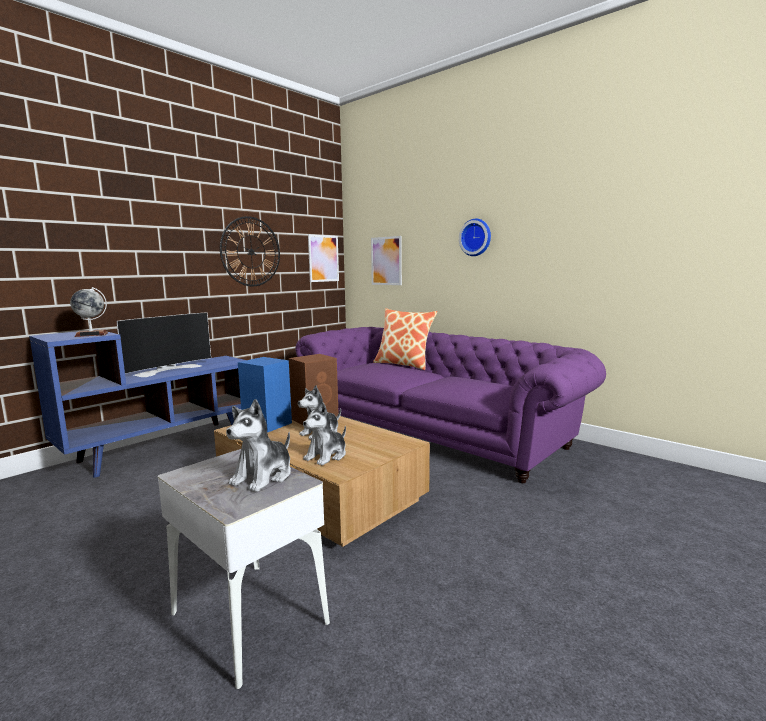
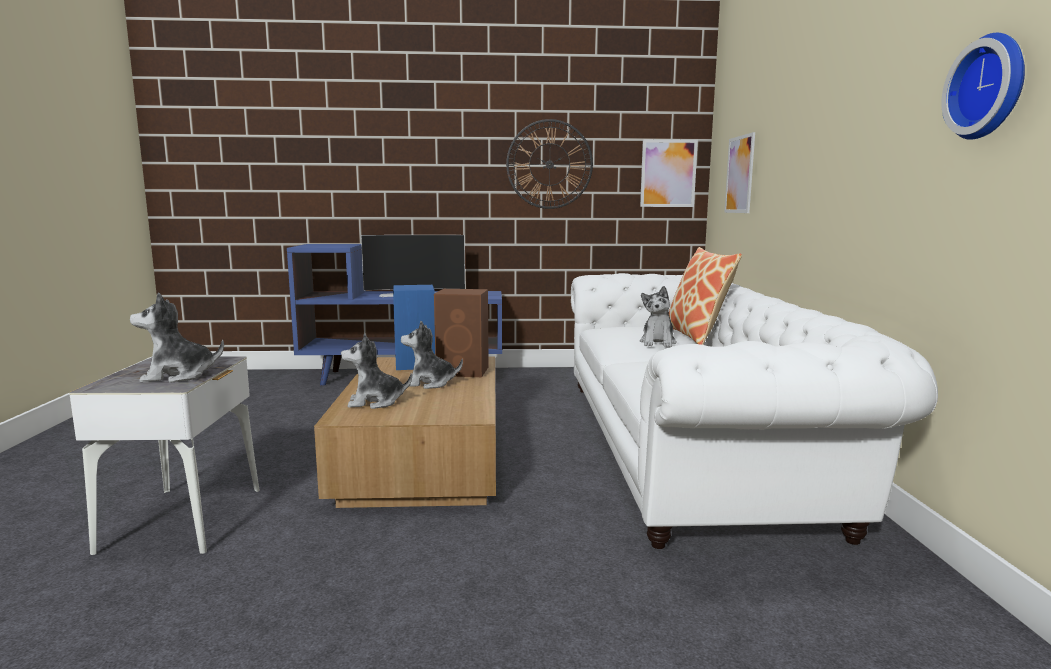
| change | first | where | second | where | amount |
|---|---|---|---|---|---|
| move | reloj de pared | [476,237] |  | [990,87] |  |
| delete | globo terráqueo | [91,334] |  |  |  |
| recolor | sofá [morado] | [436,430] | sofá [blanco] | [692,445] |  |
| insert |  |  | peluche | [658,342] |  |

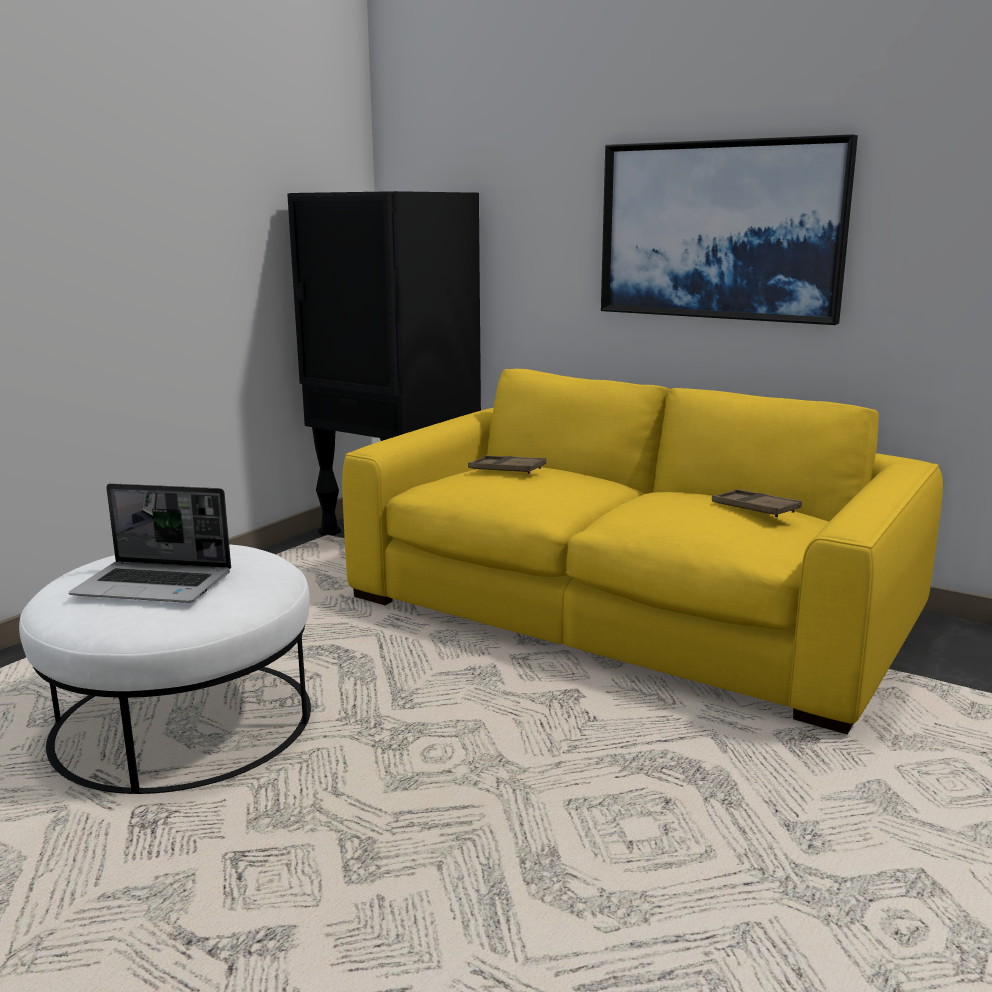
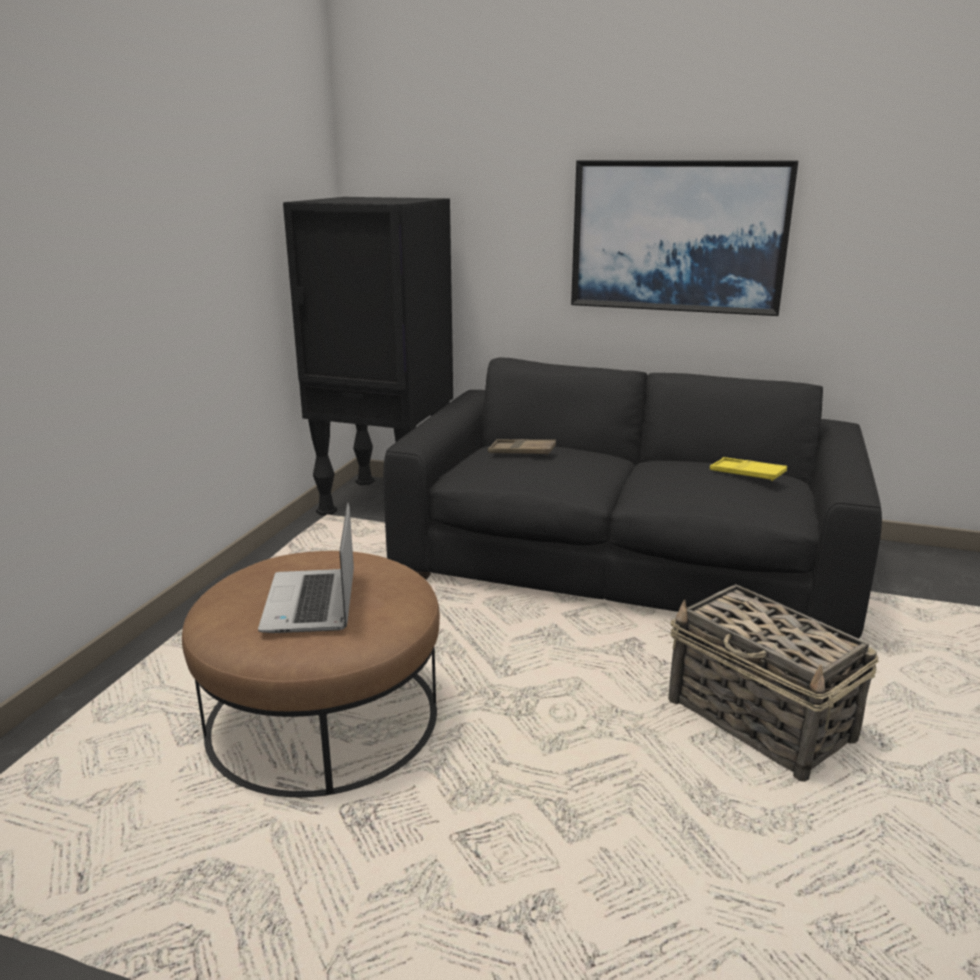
| change | first | where | second | where | amount |
|---|---|---|---|---|---|
| recolor | sofá [amarillo] | [629,606] | sofá [negro] | [626,556] |  |
| rotate | portátil | [156,585] |  | [312,604] | 90 degrees clockwise |
| recolor | bandeja [marrón] | [755,509] | bandeja [amarillo] | [747,474] |  |
| recolor | puf [blanco] | [184,721] | puf [marrón] | [323,716] |  |
| insert |  |  | cesta | [761,721] |  |

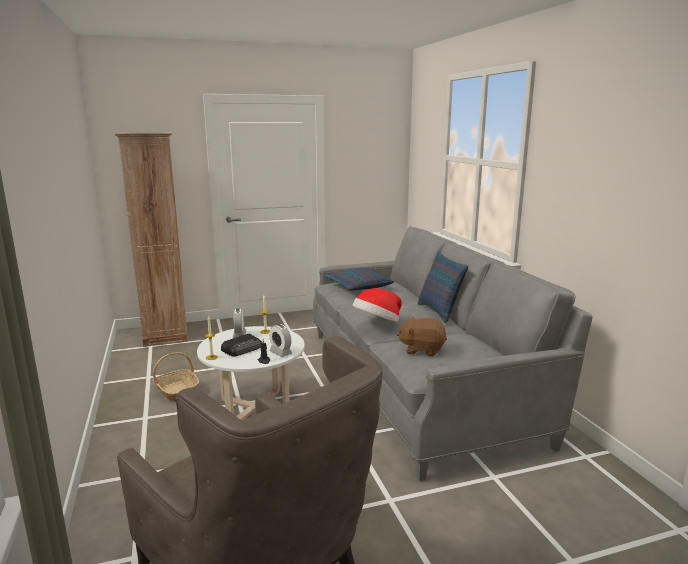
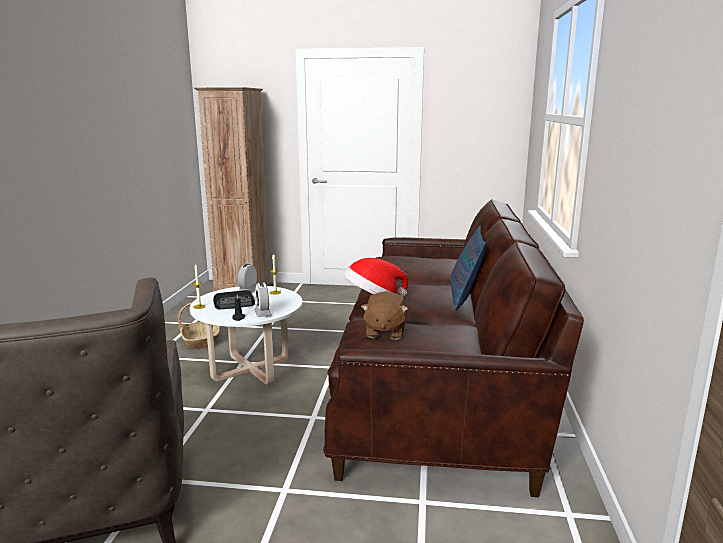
| change | first | where | second | where | amount |
|---|---|---|---|---|---|
| recolor | sofá [gris] | [417,381] | sofá [marrón] | [440,379] |  |
| delete | cojín [azul] | [358,287] |  |  |  |
| rotate | peluche [marrón] | [422,350] |  | [384,332] | 120 degrees counterclockwise |

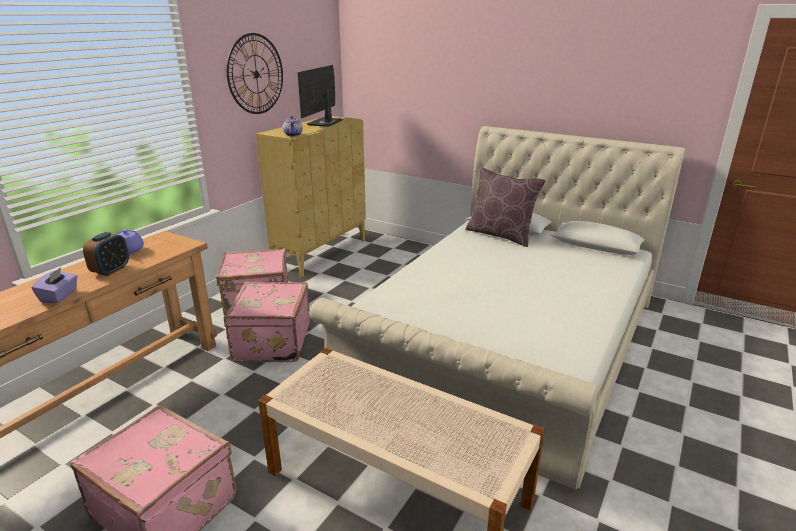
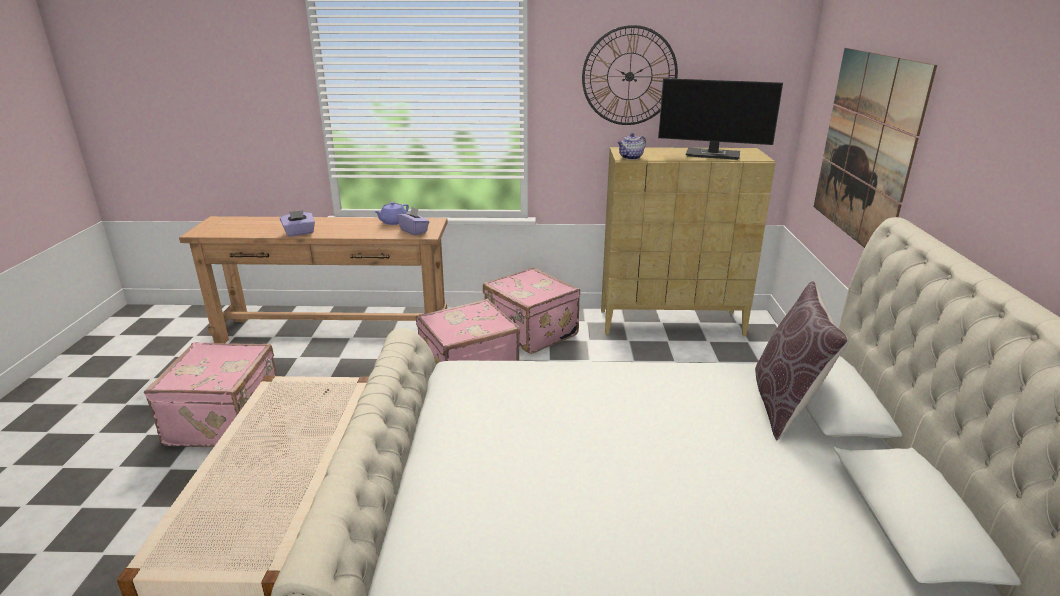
| change | first | where | second | where | amount |
|---|---|---|---|---|---|
| rotate | monitor | [325,123] |  | [714,154] | 150 degrees counterclockwise |
| delete | despertador | [111,270] |  |  |  |
| insert |  |  | cuadro | [866,148] |  |
| insert |  |  | caja de pañuelos [morado] | [414,231] |  |

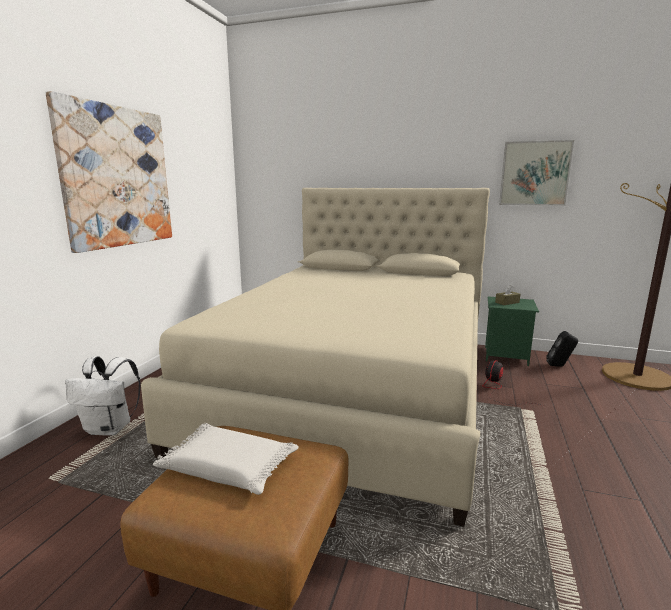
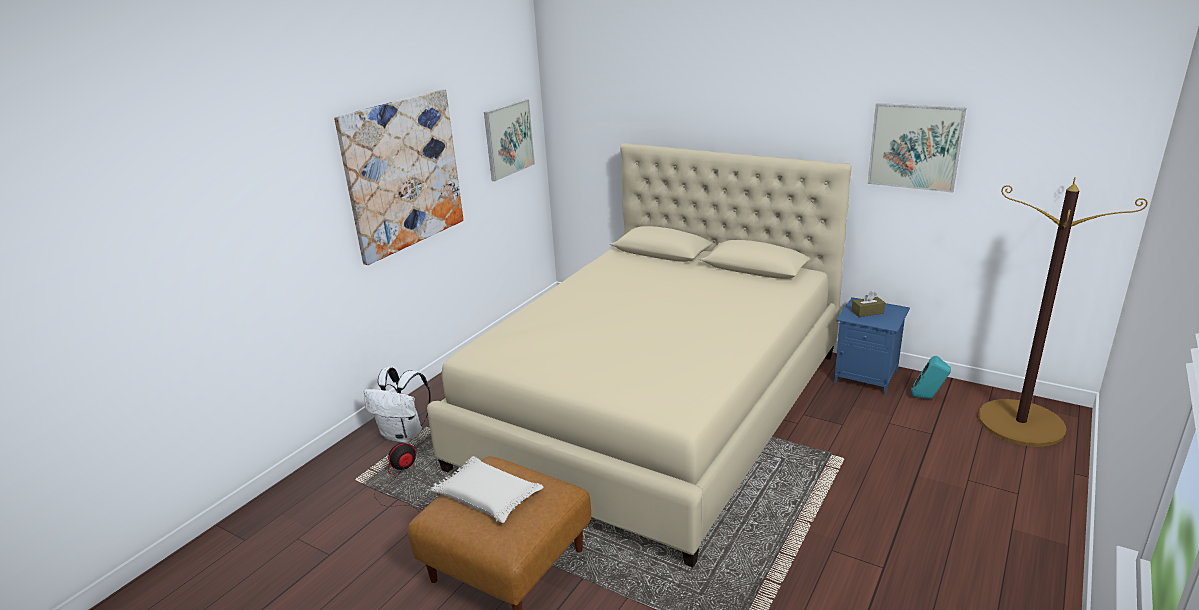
| change | first | where | second | where | amount |
|---|---|---|---|---|---|
| recolor | mesita de noche [verde] | [507,356] | mesita de noche [azul] | [867,376] |  |
| recolor | altavoz [negro] | [559,366] | altavoz [turquesa] | [927,398] |  |
| move | ventilador | [498,391] |  | [400,481] |  |
| insert |  |  | cuadro | [509,139] |  |

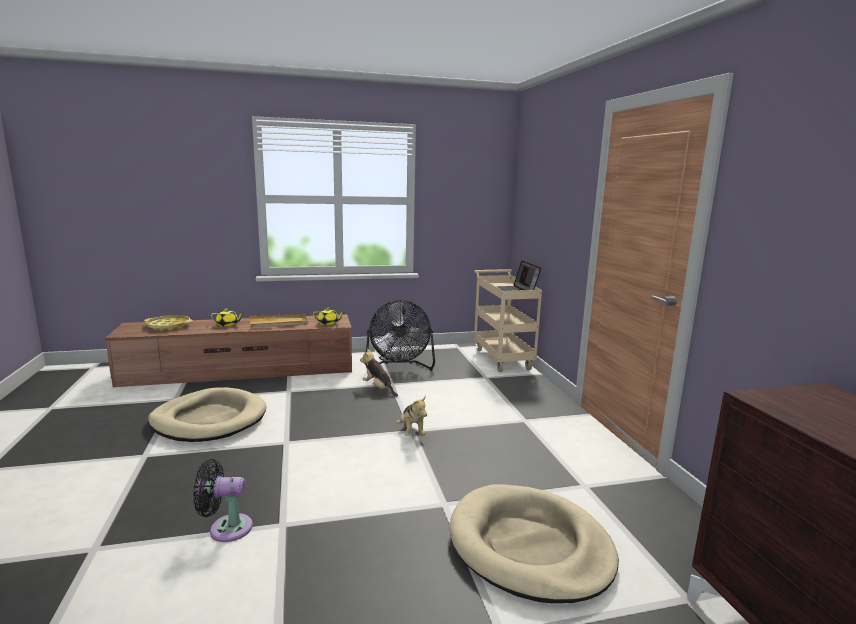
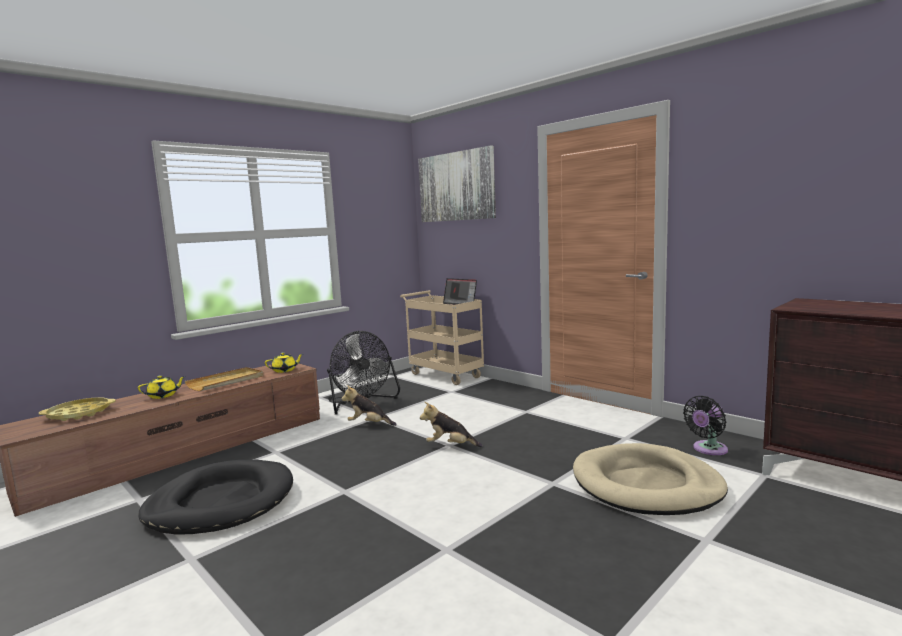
| change | first | where | second | where | amount |
|---|---|---|---|---|---|
| recolor | cama para perro [beis] | [209,419] | cama para perro [negro] | [221,502] |  |
| rotate | peluche | [411,431] |  | [450,446] | 150 degrees clockwise |
| move | ventilador [negro] | [226,528] |  | [708,449] |  |
| insert |  |  | cuadro | [456,186] |  |

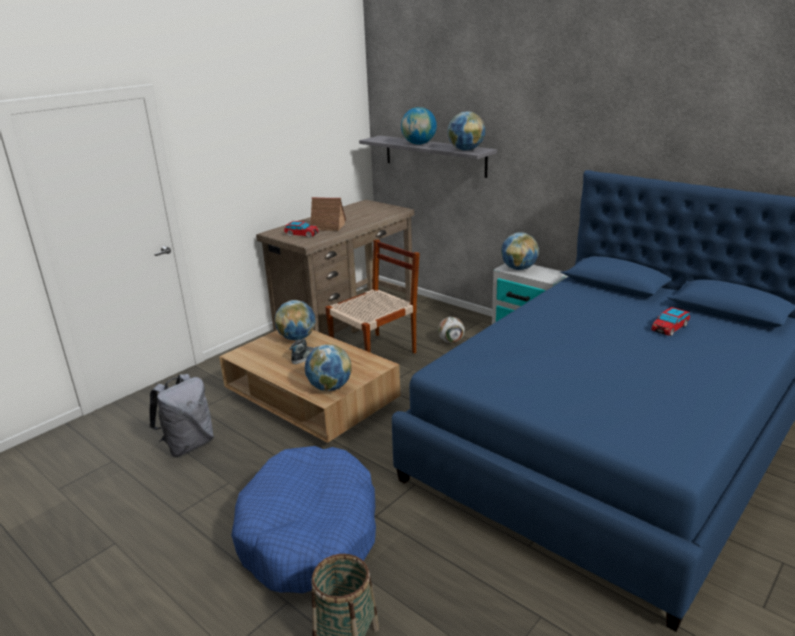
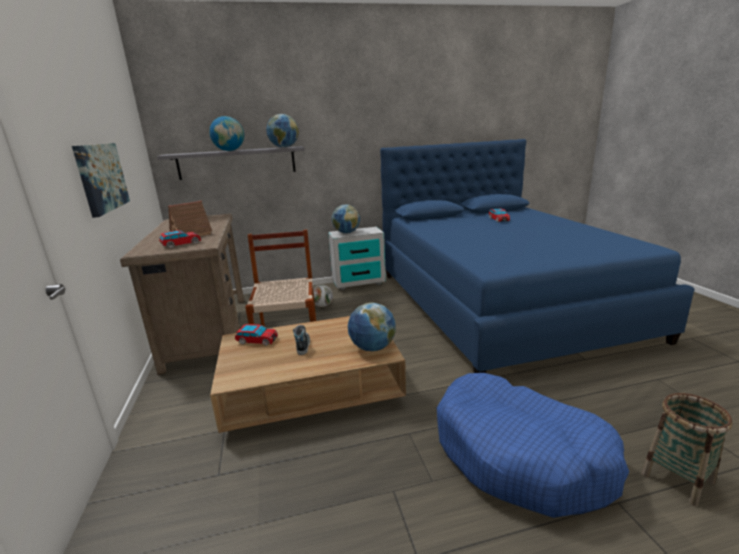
| change | first | where | second | where | amount |
|---|---|---|---|---|---|
| replace | globo terráqueo | [297,338] | coche de juguete | [257,340] |  |
| delete | mochila [gris] | [188,445] |  |  |  |
| insert |  |  | cuadro | [101,177] |  |

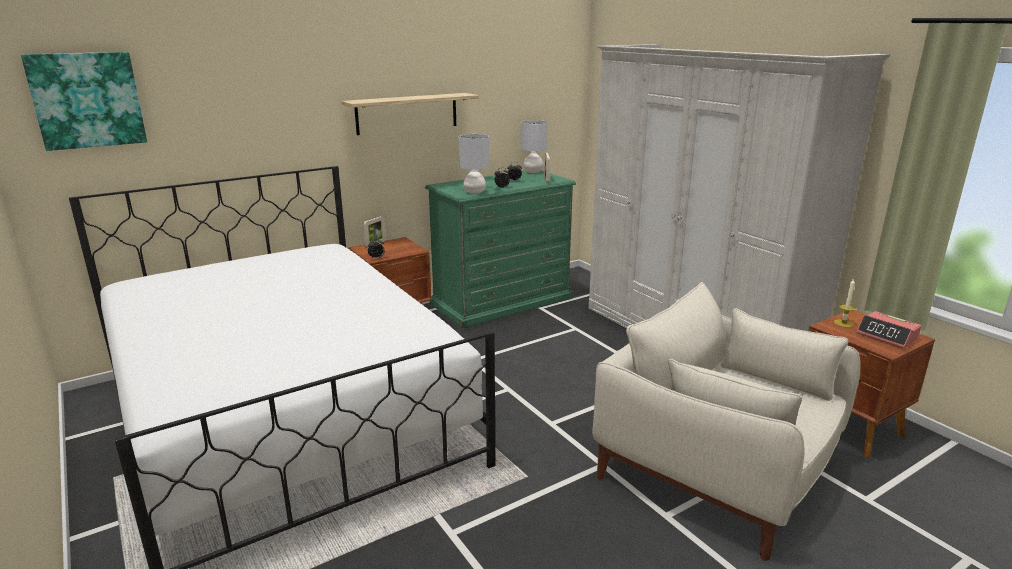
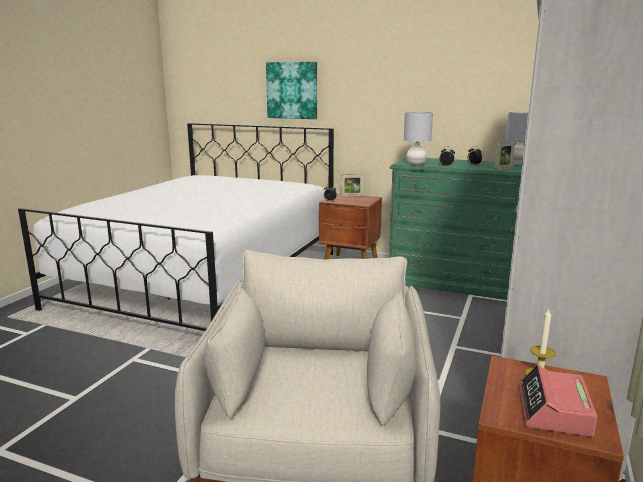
| change | first | where | second | where | amount |
|---|---|---|---|---|---|
| move | cuadro | [87,100] |  | [292,90] |  |
| delete | estante | [407,113] |  |  |  |

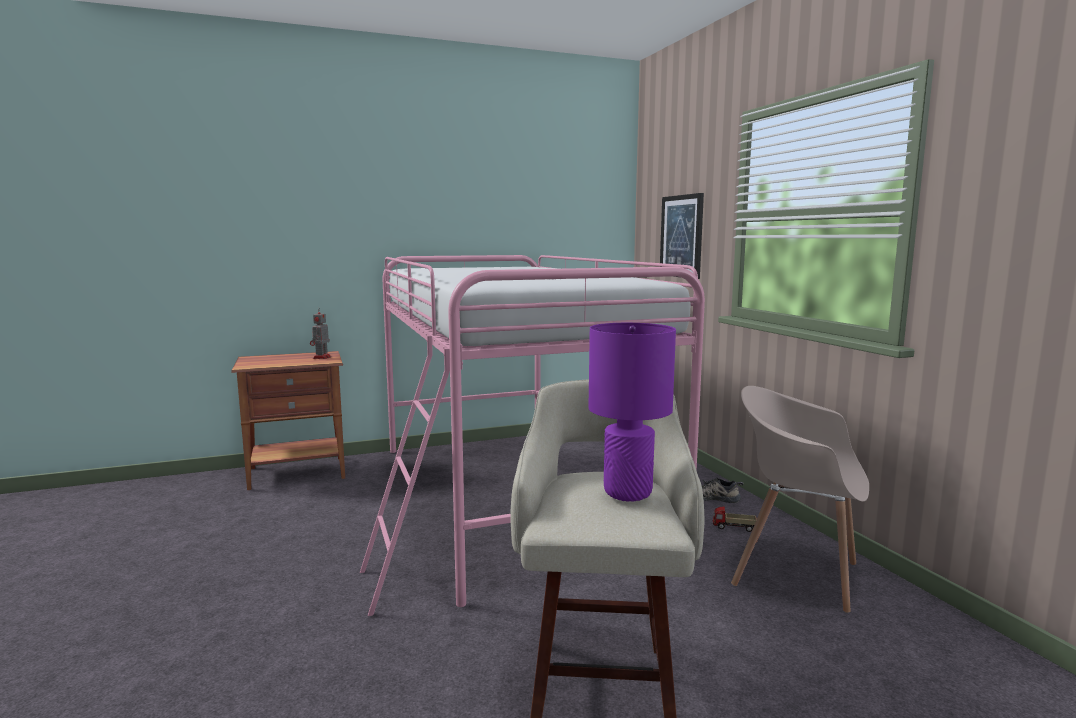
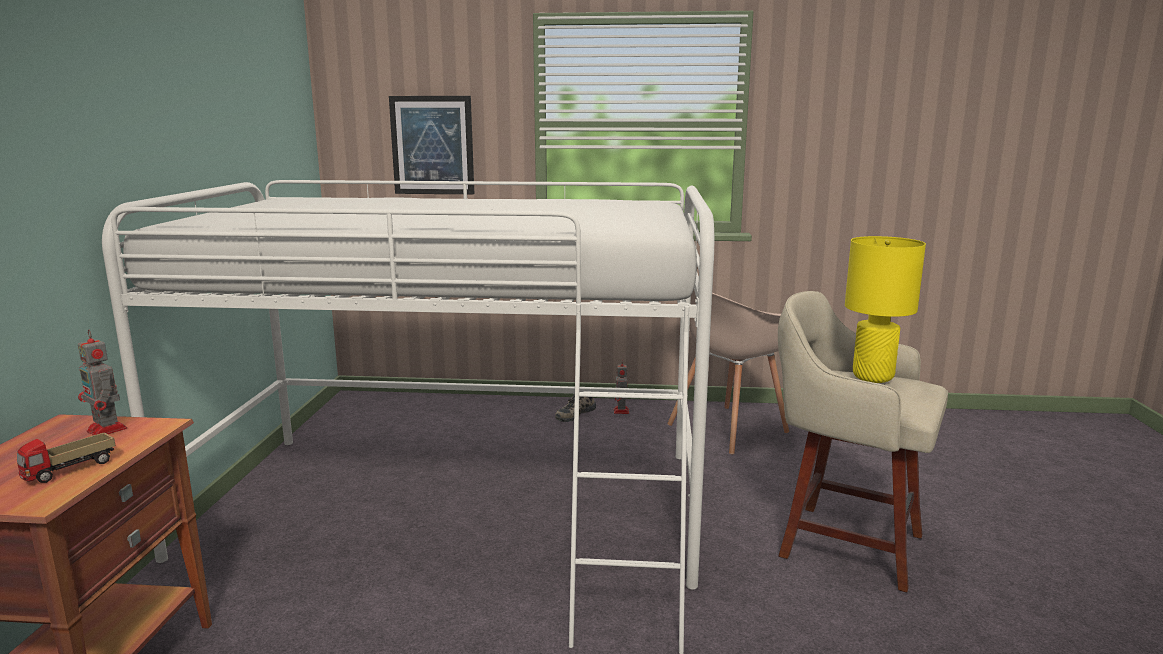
| change | first | where | second | where | amount |
|---|---|---|---|---|---|
| recolor | cama [rosa] | [508,497] | cama [blanco] | [459,505] |  |
| recolor | lámpara de mesa [morado] | [627,496] | lámpara de mesa [amarillo] | [873,379] |  |
| move | camión de juguete | [733,528] |  | [70,470] |  |
| insert |  |  | robot de juguete | [621,411] |  |

